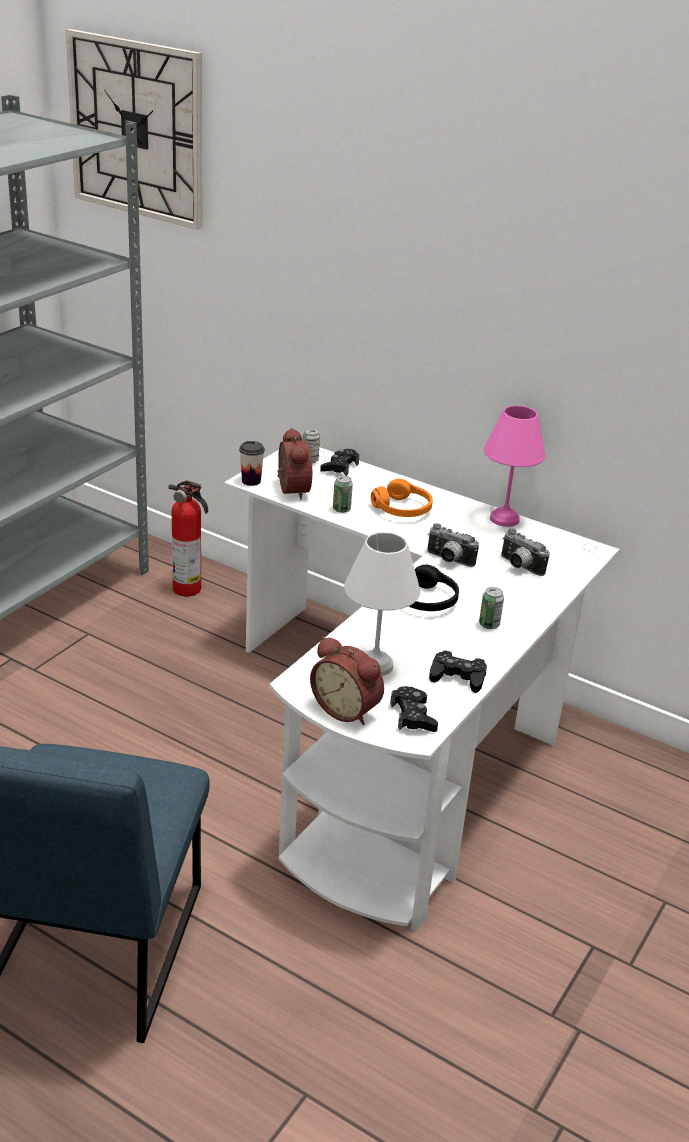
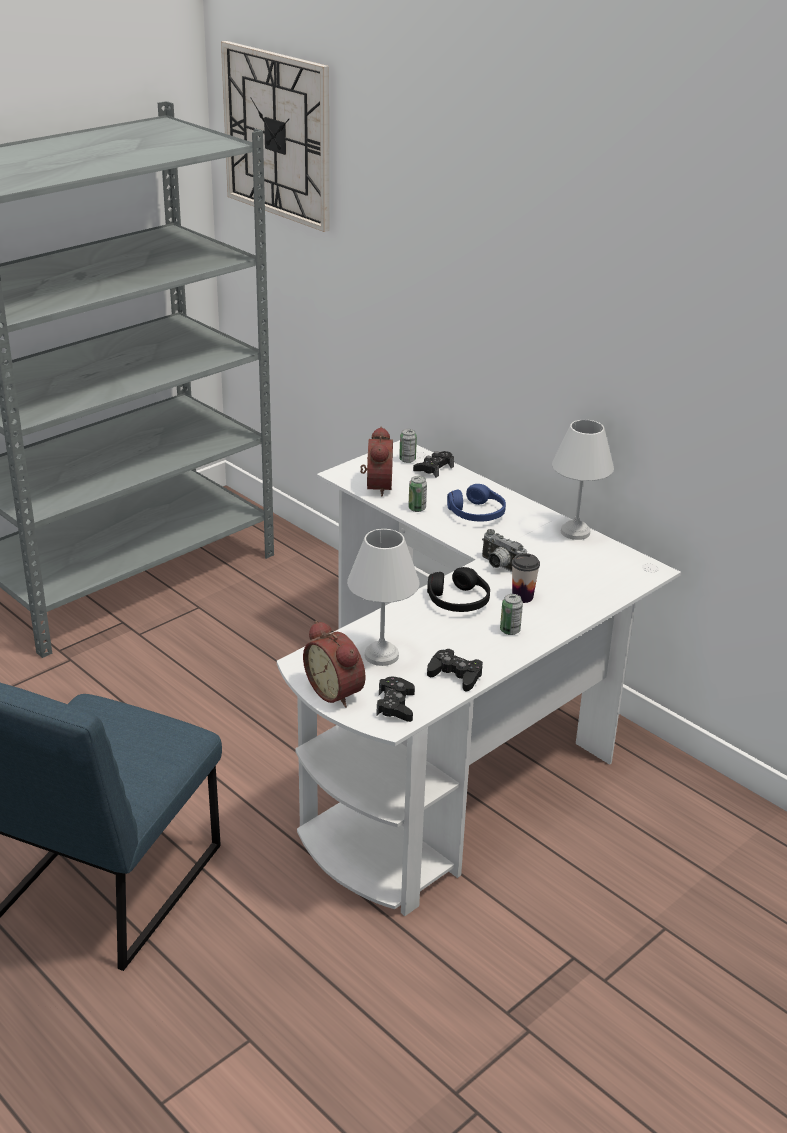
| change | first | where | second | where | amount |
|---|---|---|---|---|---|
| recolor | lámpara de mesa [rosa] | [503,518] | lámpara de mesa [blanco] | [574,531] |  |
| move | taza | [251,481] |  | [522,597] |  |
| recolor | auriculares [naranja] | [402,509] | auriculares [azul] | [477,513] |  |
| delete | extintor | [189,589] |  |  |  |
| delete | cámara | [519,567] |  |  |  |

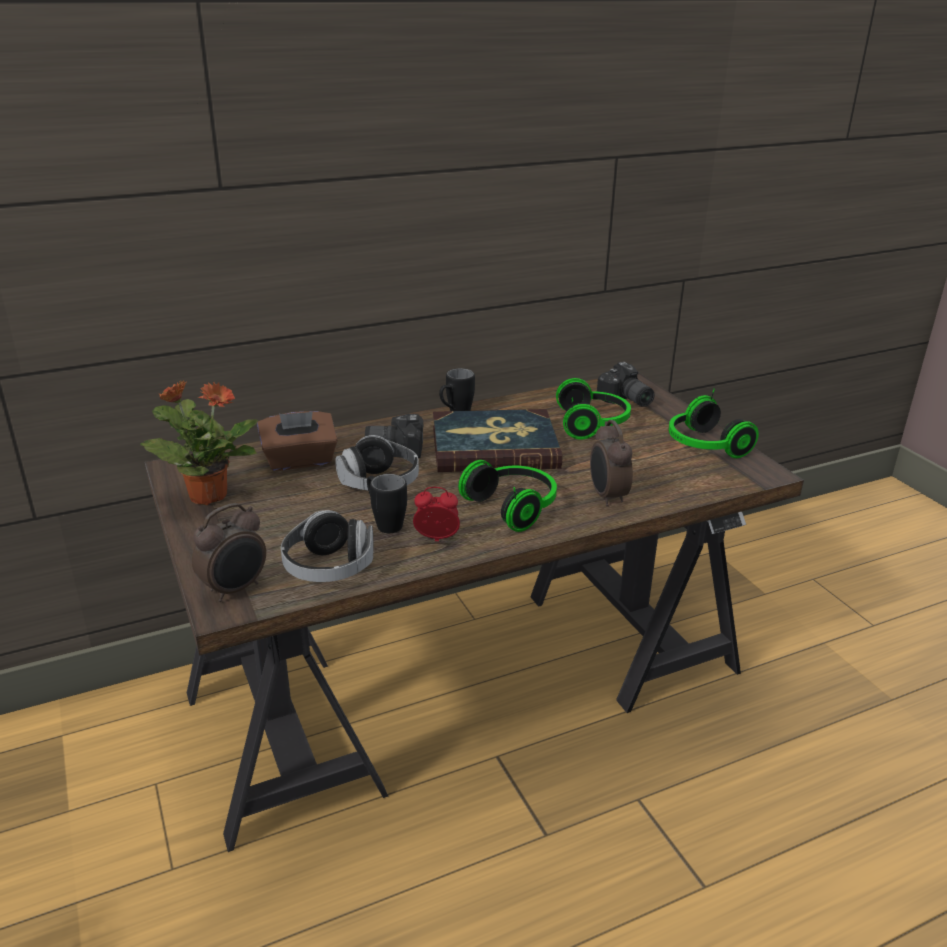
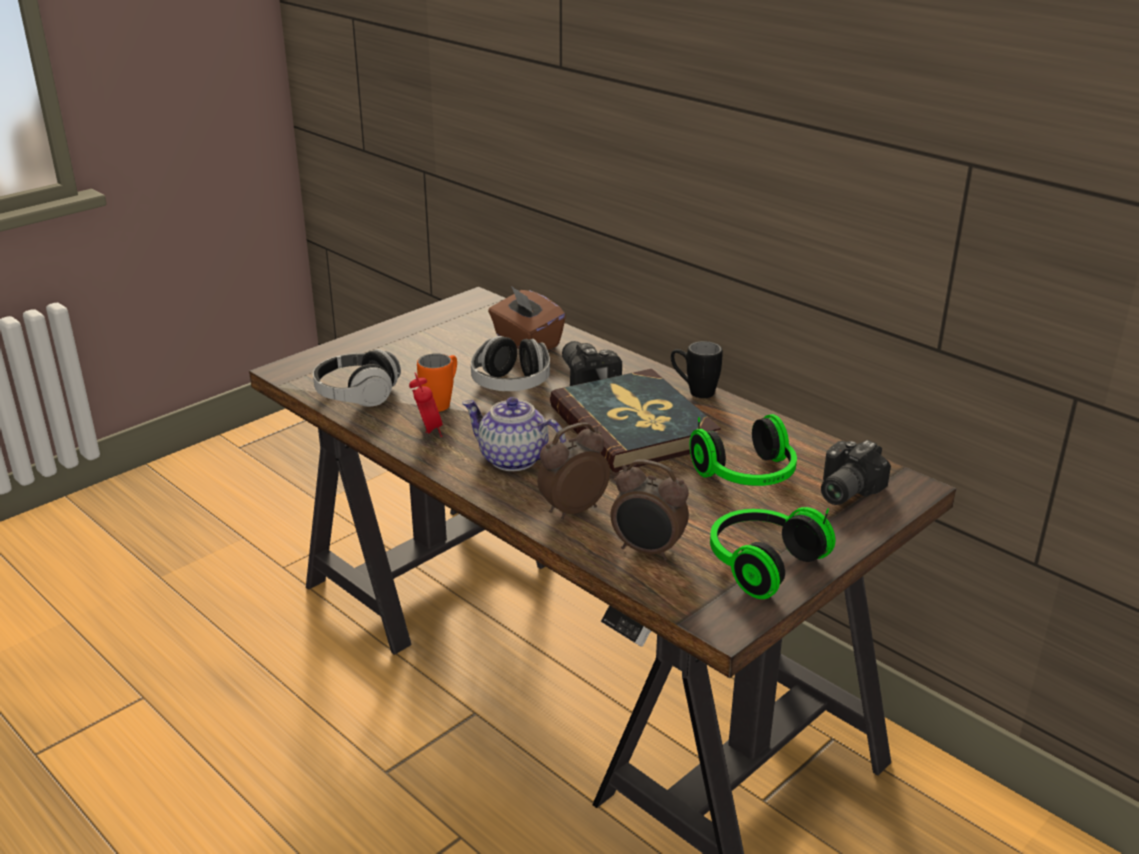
| change | first | where | second | where | amount |
|---|---|---|---|---|---|
| delete | planta en maceta | [207,495] |  |  |  |
| replace | auriculares | [514,507] | tetera | [512,459] |  |
| recolor | taza grande [negro] | [384,523] | taza grande [naranja] | [442,402] |  |
| move | despertador | [235,589] |  | [647,551] |  |

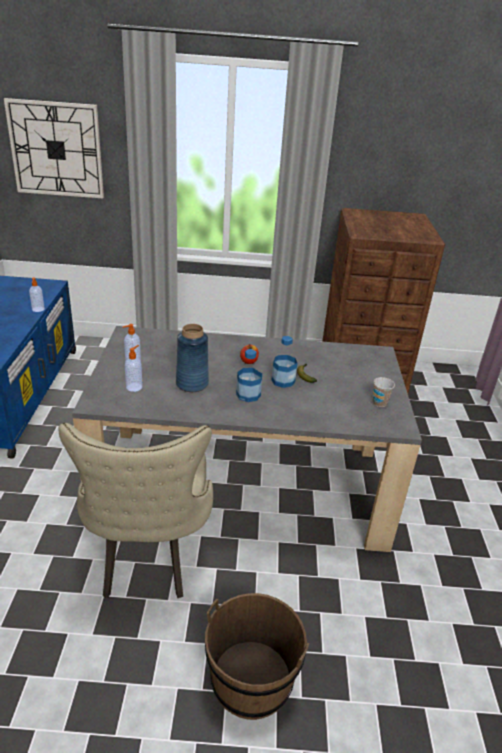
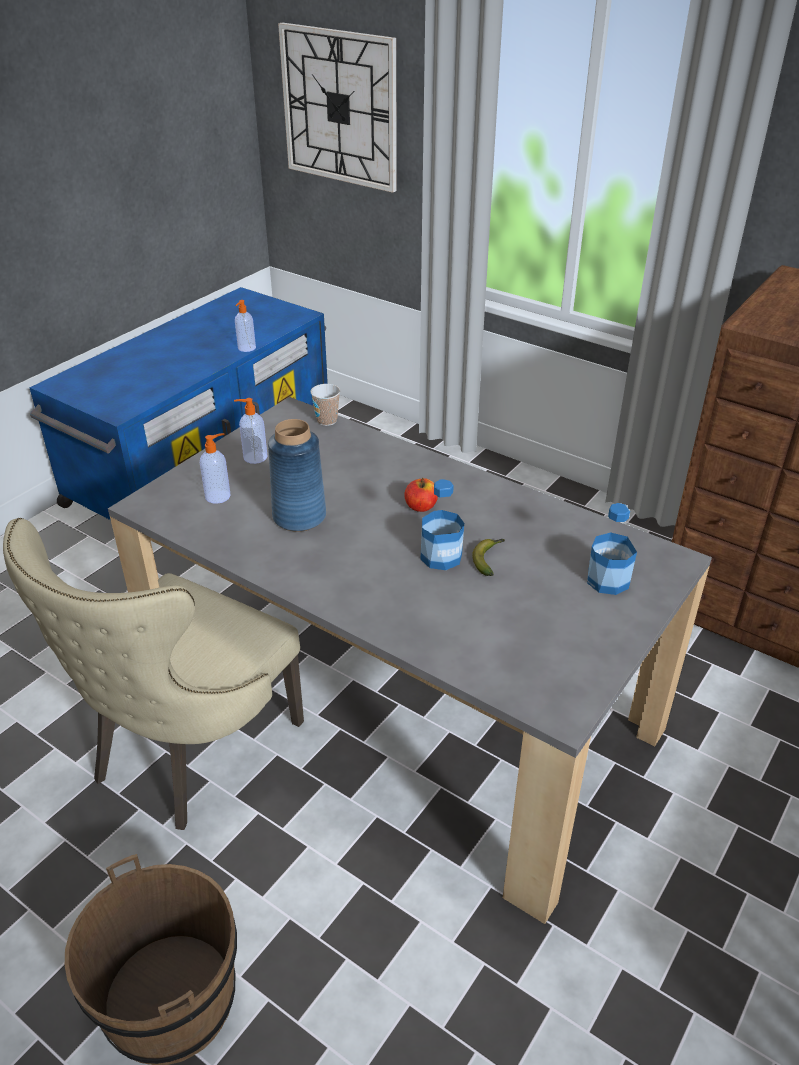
| change | first | where | second | where | amount |
|---|---|---|---|---|---|
| move | botella | [248,395] |  | [608,580] |  |
| move | taza | [379,403] |  | [327,420] |  |

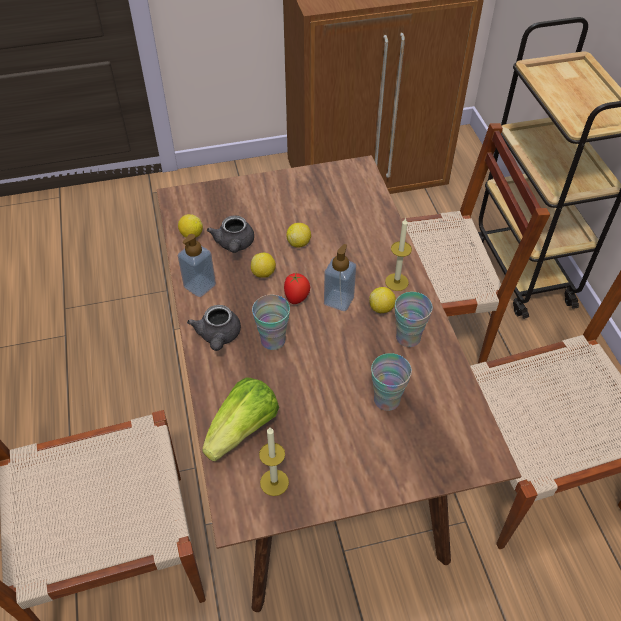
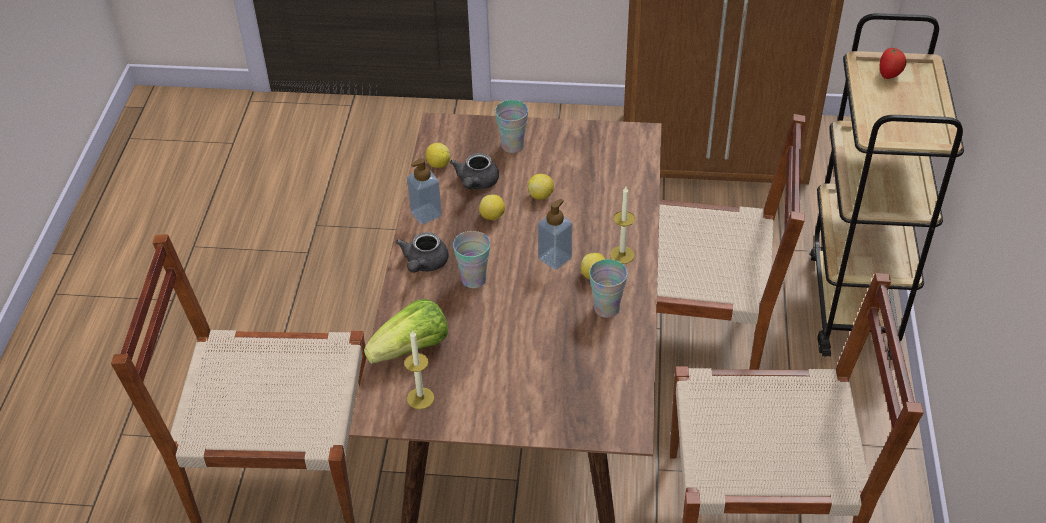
| change | first | where | second | where | amount |
|---|---|---|---|---|---|
| move | tomate | [297,298] |  | [889,75] |  |
| move | taza | [386,400] |  | [512,146] |  |

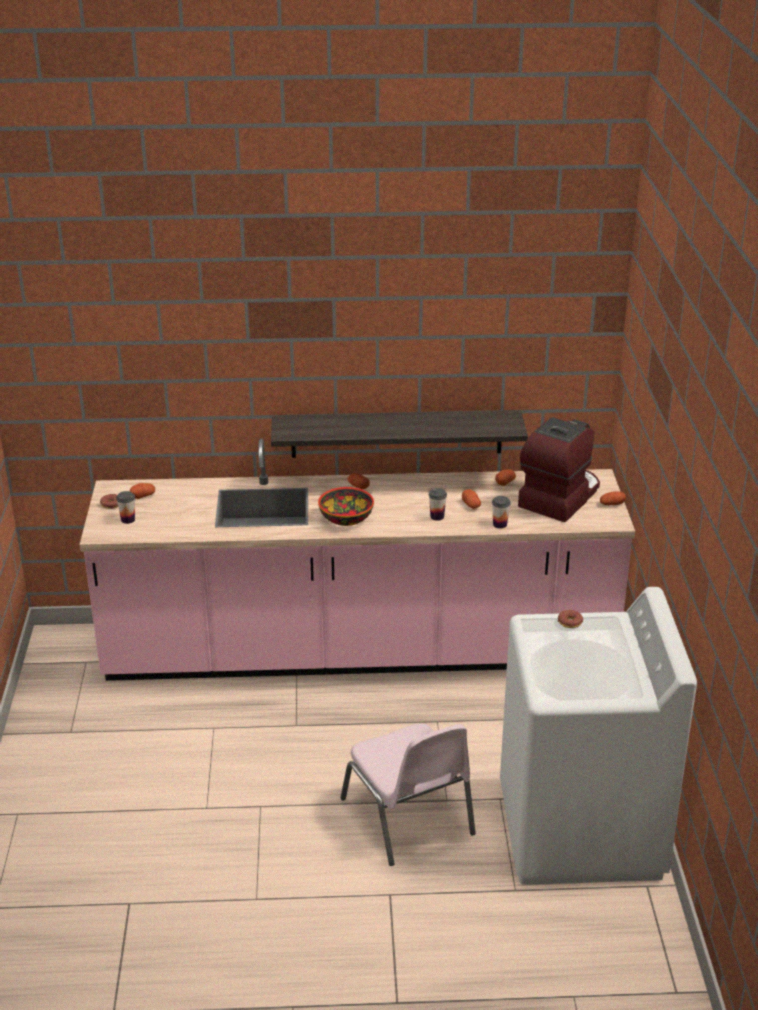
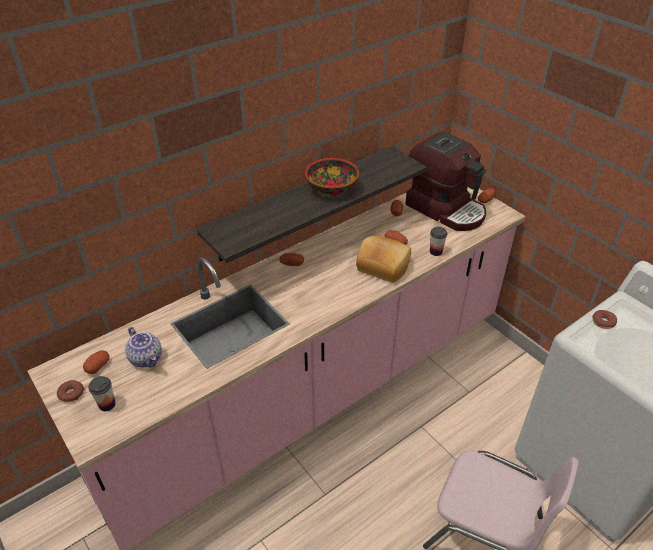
| change | first | where | second | where | amount |
|---|---|---|---|---|---|
| rotate | cafetera | [559,497] |  | [446,209] | 135 degrees clockwise |
| move | cuenco | [347,518] |  | [332,188] |  |
| replace | taza | [437,516] | pan | [383,265] |  |
| insert |  |  | tetera | [147,358] |  |

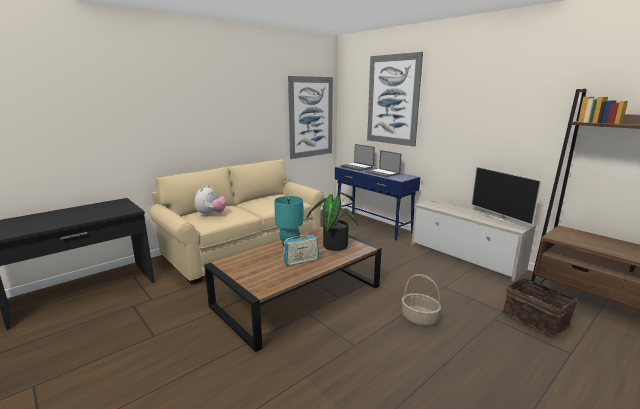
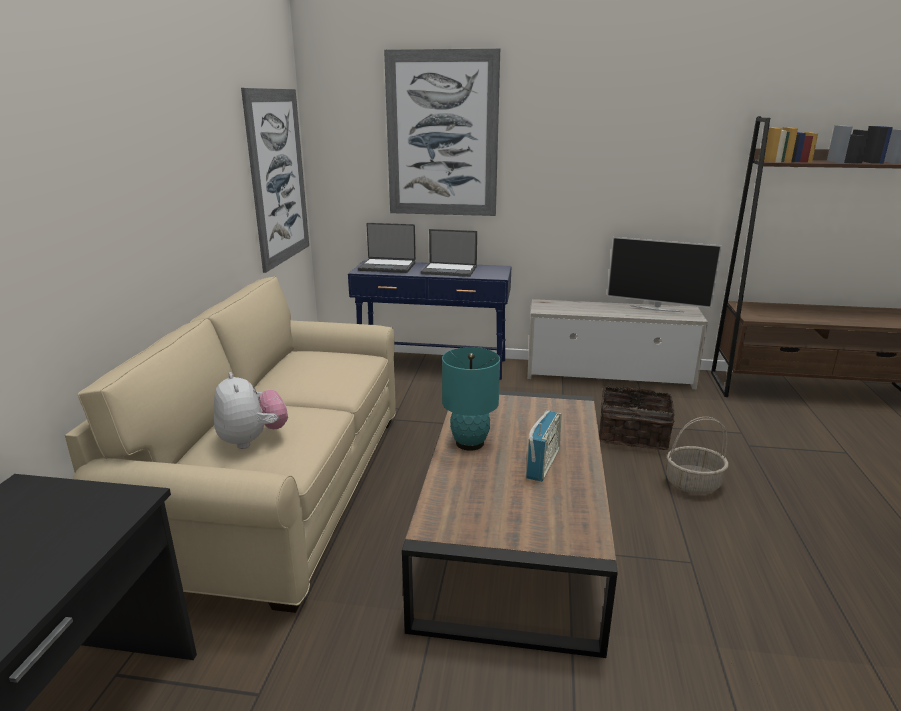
| change | first | where | second | where | amount |
|---|---|---|---|---|---|
| delete | planta en maceta | [333,244] |  |  |  |
| move | cesta | [536,319] |  | [632,435] |  |

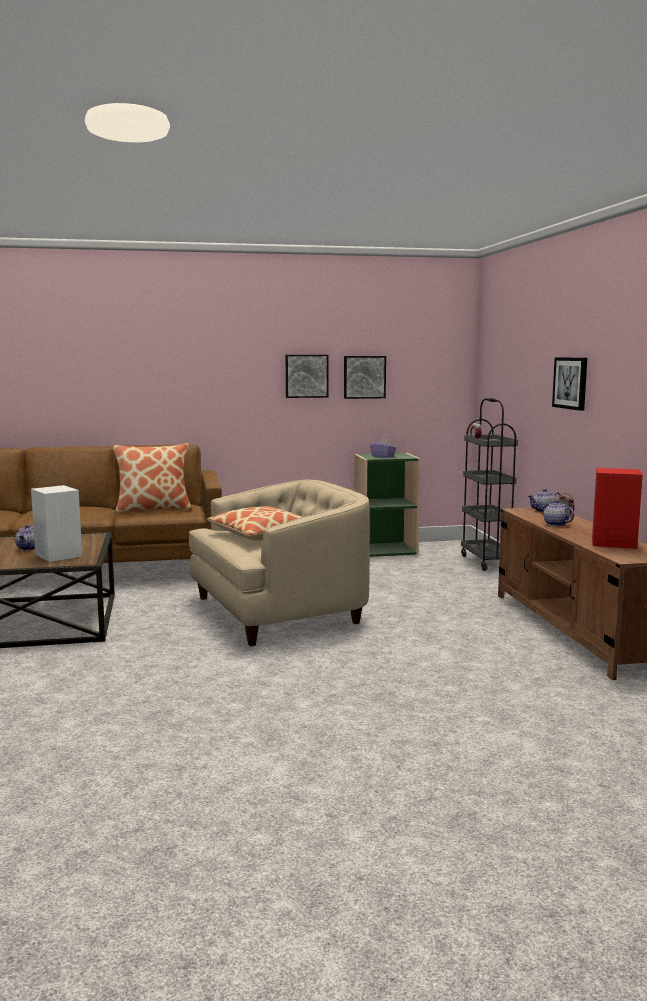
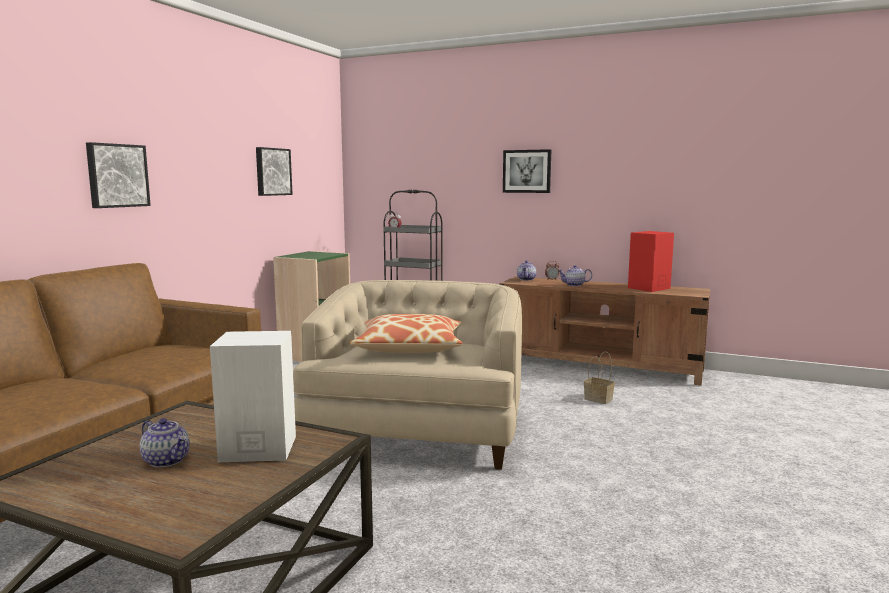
| change | first | where | second | where | amount |
|---|---|---|---|---|---|
| move | cuadro | [306,376] |  | [117,175] |  |
| delete | caja de pañuelos [morado] | [383,456] |  |  |  |
| delete | cojín | [153,509] |  |  |  |
| insert |  |  | cesta | [599,399] |  |

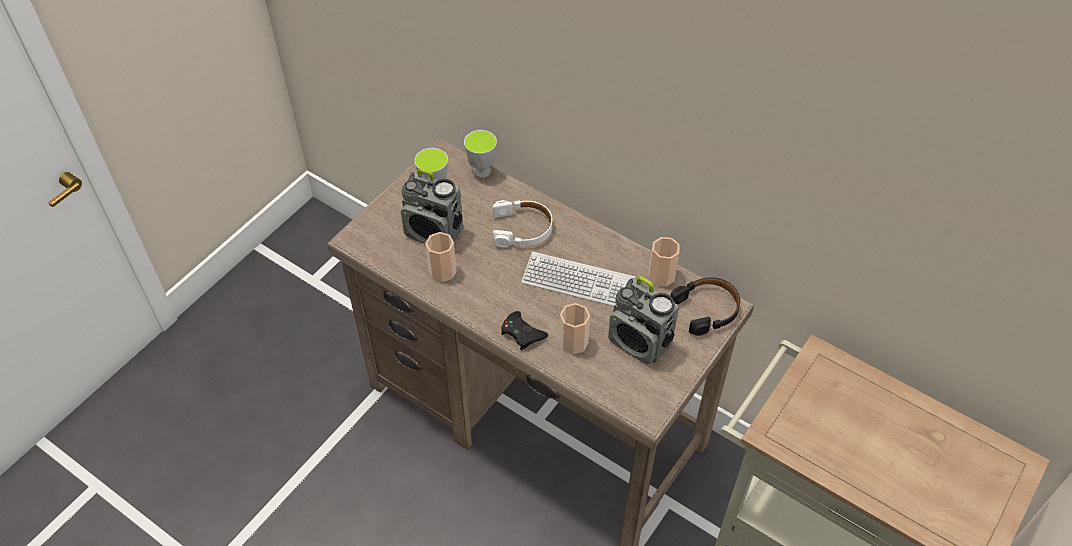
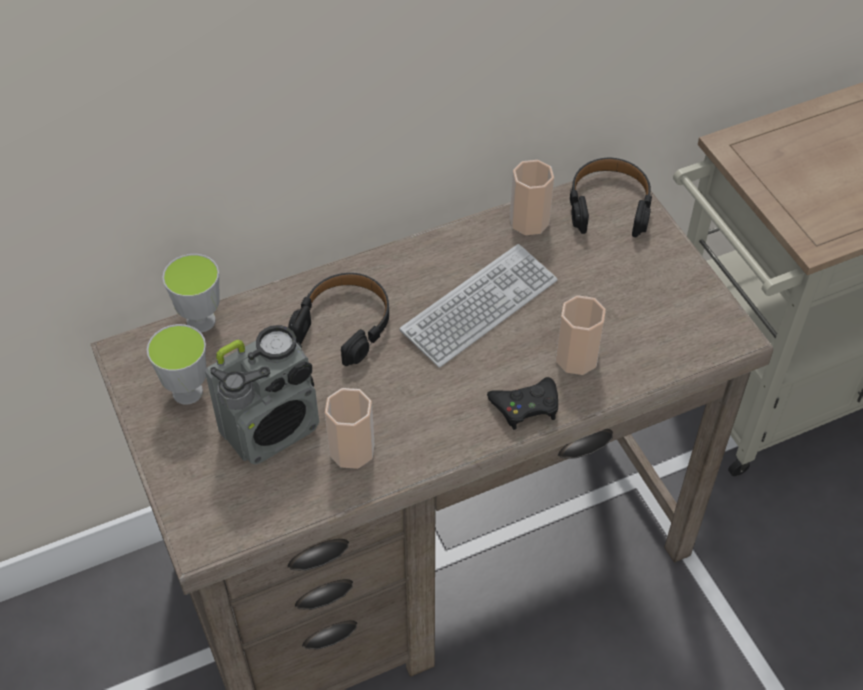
| change | first | where | second | where | amount |
|---|---|---|---|---|---|
| recolor | auriculares [blanco] | [522,229] | auriculares [negro] | [345,324] |  |
| delete | radio | [640,343] |  |  |  |

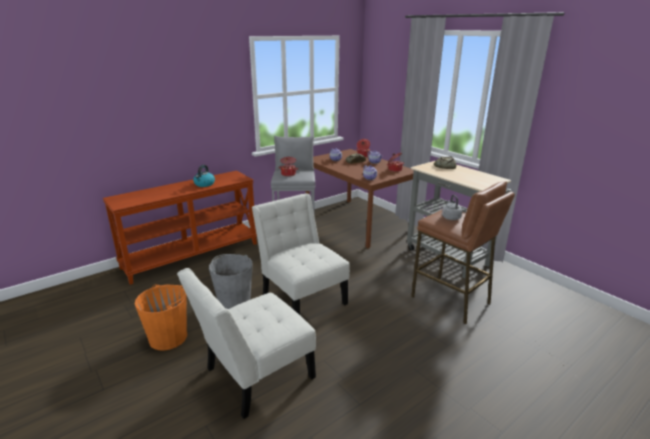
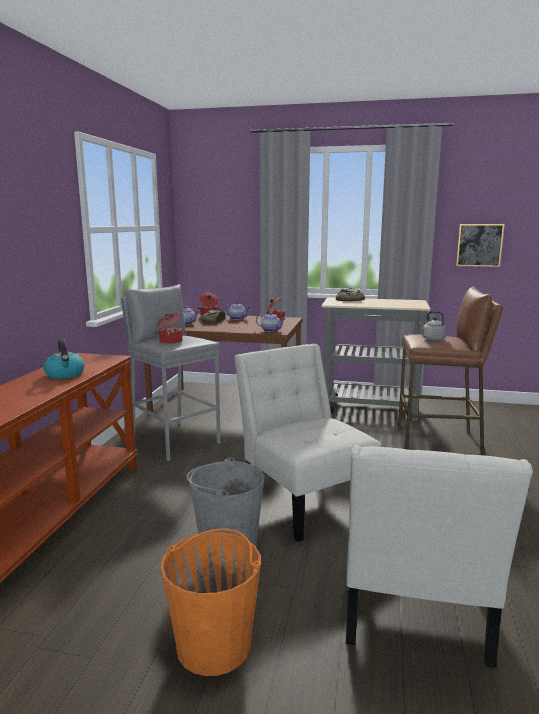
| change | first | where | second | where | amount |
|---|---|---|---|---|---|
| rotate | silla [blanco] | [302,297] |  | [304,500] | 45 degrees clockwise |
| insert |  |  | cuadro | [479,245] |  |

